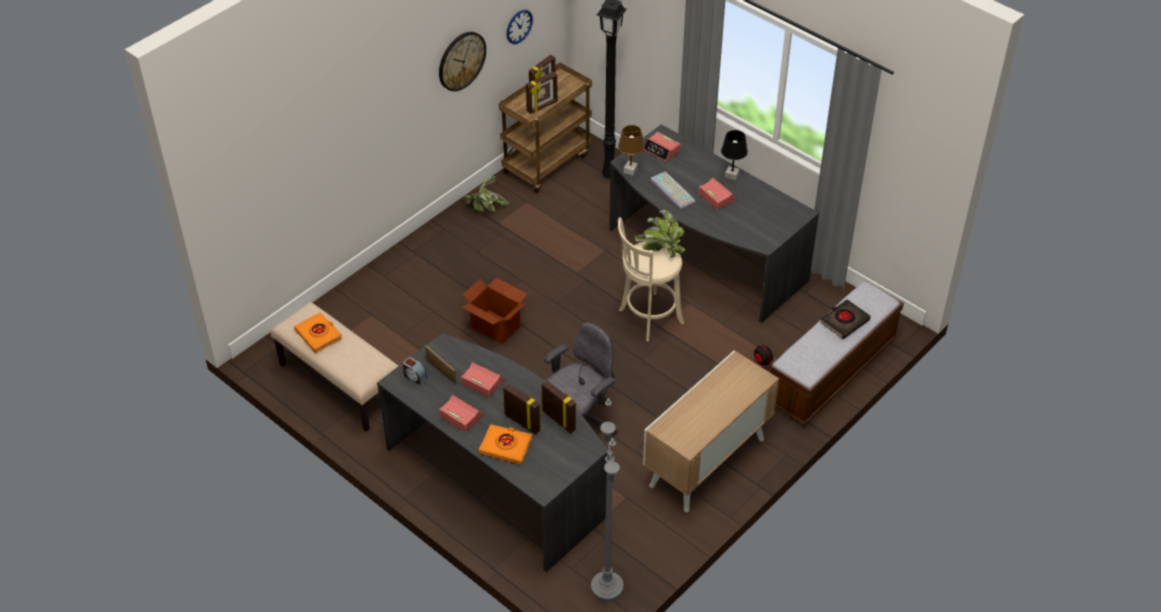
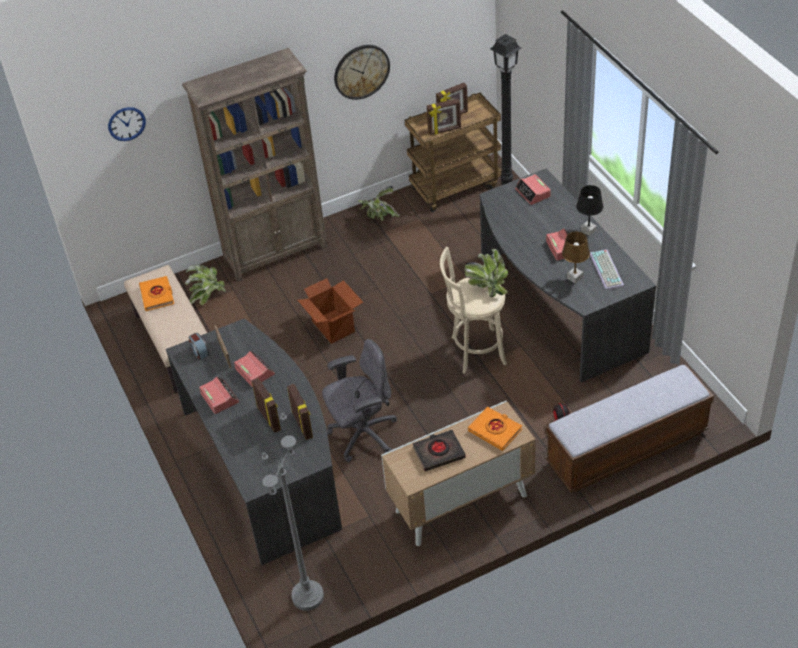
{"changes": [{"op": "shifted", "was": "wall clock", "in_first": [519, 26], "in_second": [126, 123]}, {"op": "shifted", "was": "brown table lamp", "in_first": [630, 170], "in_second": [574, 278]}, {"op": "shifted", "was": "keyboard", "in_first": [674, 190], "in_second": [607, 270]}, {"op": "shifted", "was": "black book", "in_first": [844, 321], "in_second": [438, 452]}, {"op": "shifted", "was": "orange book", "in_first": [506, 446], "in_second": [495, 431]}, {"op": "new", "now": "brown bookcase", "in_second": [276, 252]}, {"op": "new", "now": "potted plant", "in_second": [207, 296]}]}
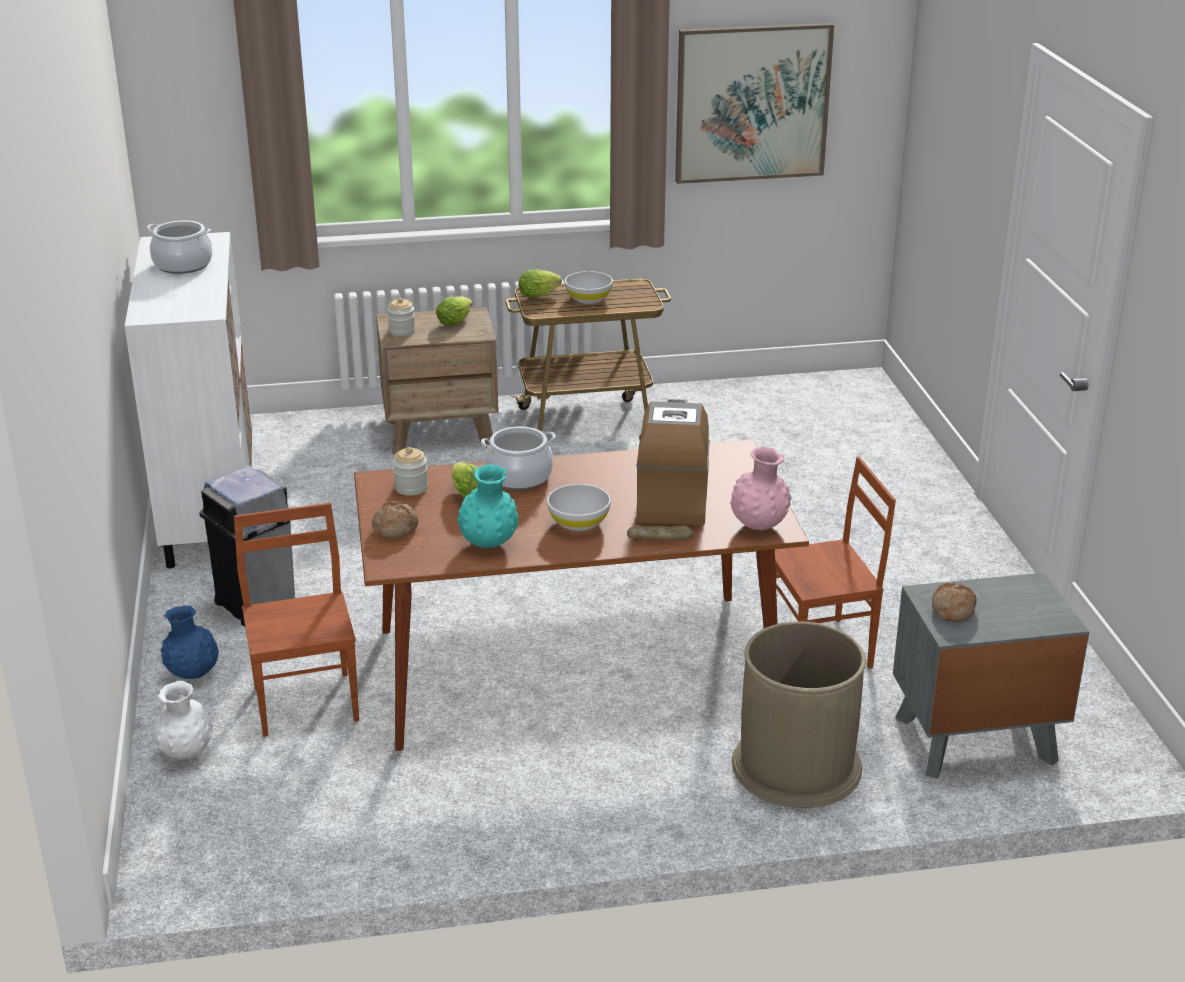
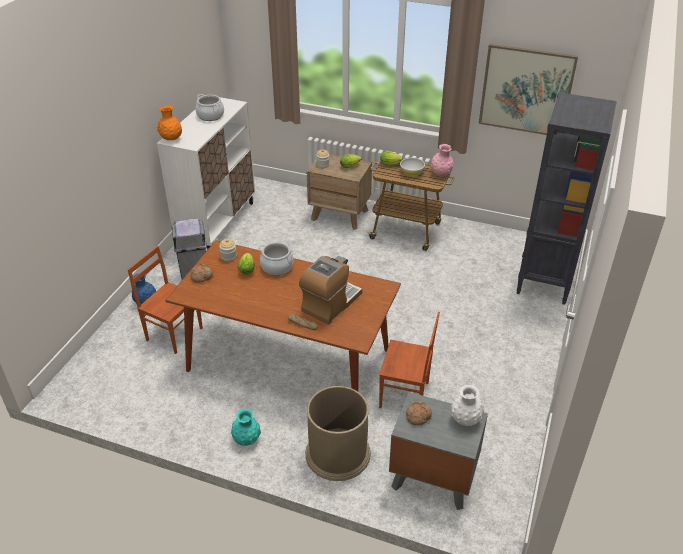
{"changes": [{"op": "shifted", "was": "pink vase", "in_first": [759, 525], "in_second": [441, 174]}, {"op": "shifted", "was": "turquoise vase", "in_first": [489, 543], "in_second": [246, 440]}, {"op": "gone", "was": "white bowl", "in_first": [578, 522]}, {"op": "rotated", "was": "brown chair", "in_first": [307, 702], "in_second": [174, 333], "clockwise": -75}, {"op": "shifted", "was": "white vase", "in_first": [186, 753], "in_second": [465, 420]}, {"op": "new", "now": "black bookcase", "in_second": [544, 281]}, {"op": "new", "now": "orange vase", "in_second": [171, 139]}]}
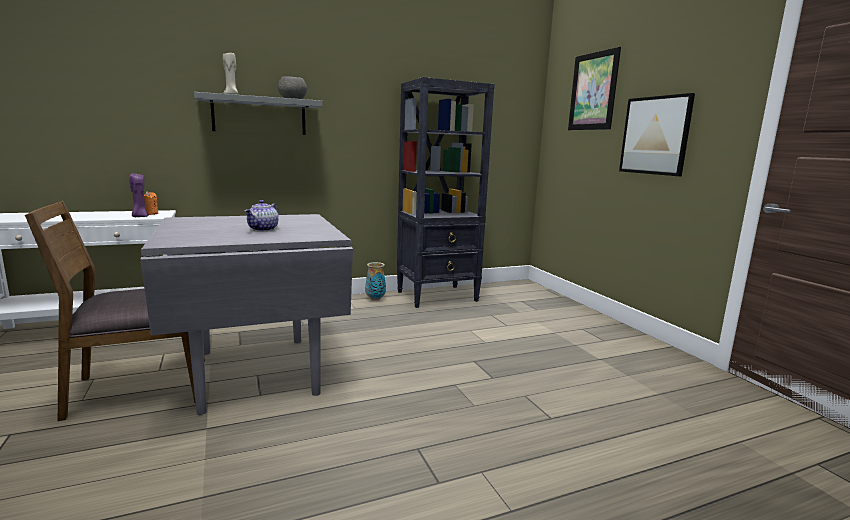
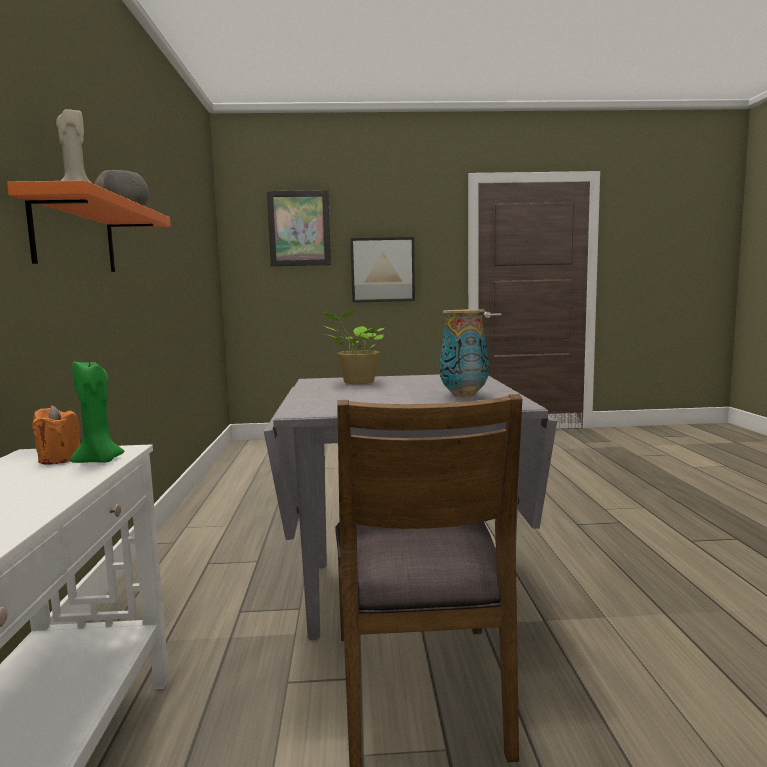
{"changes": [{"op": "gone", "was": "black bookcase", "in_first": [438, 296]}, {"op": "repainted", "was": "grey shelf", "now": "orange shelf", "in_first": [259, 116], "in_second": [75, 236]}, {"op": "repainted", "was": "purple candle", "now": "green candle", "in_first": [140, 217], "in_second": [99, 461]}, {"op": "gone", "was": "teapot", "in_first": [263, 229]}, {"op": "shifted", "was": "vase", "in_first": [375, 299], "in_second": [464, 395]}, {"op": "new", "now": "potted plant", "in_second": [356, 382]}]}
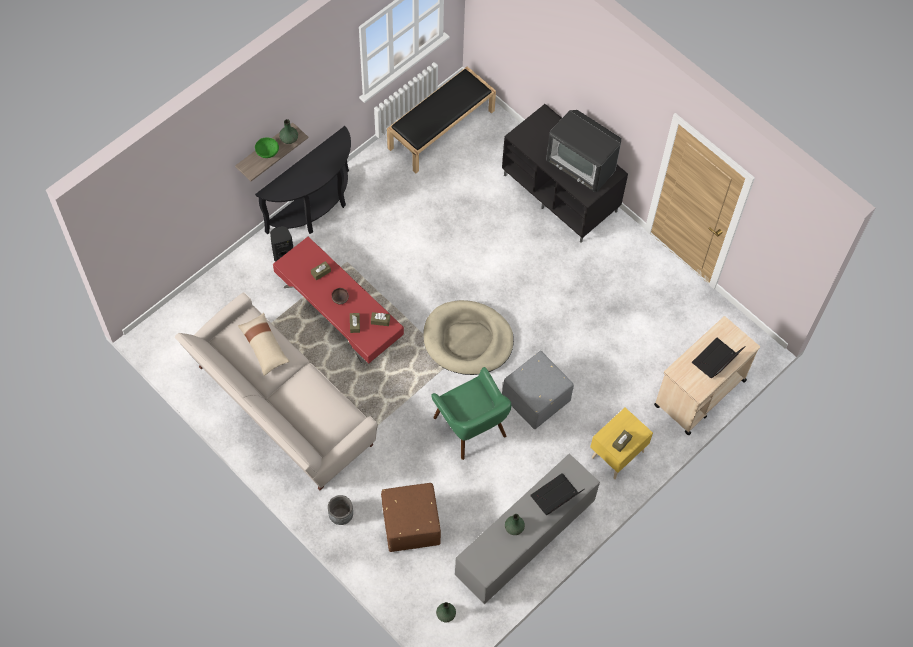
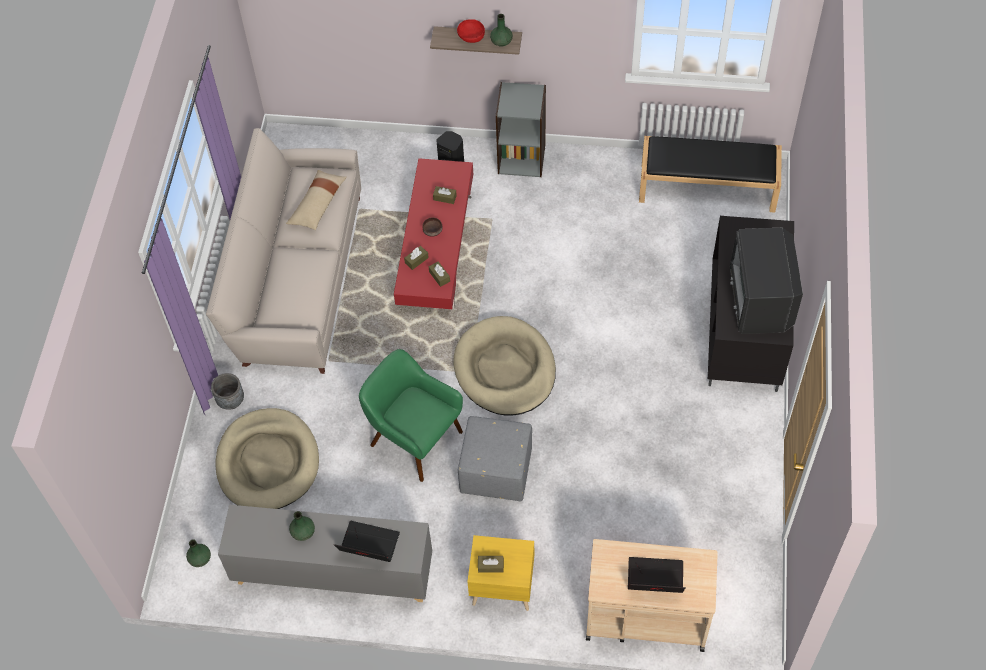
{"changes": [{"op": "swapped", "was": "black console table", "now": "grey bookcase", "in_first": [316, 209], "in_second": [521, 158]}, {"op": "repainted", "was": "green bowl", "now": "red bowl", "in_first": [267, 152], "in_second": [471, 37]}, {"op": "rotated", "was": "green armchair", "in_first": [471, 427], "in_second": [414, 438], "clockwise": 105}, {"op": "swapped", "was": "brown ottoman", "now": "beige dog bed", "in_first": [410, 525], "in_second": [268, 462]}]}
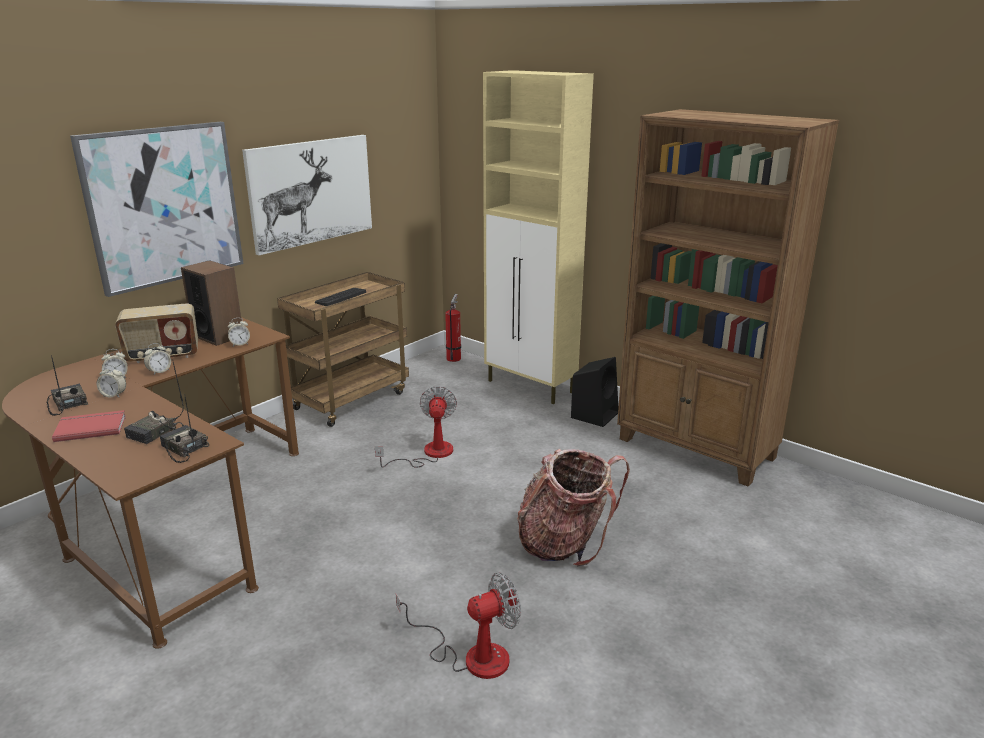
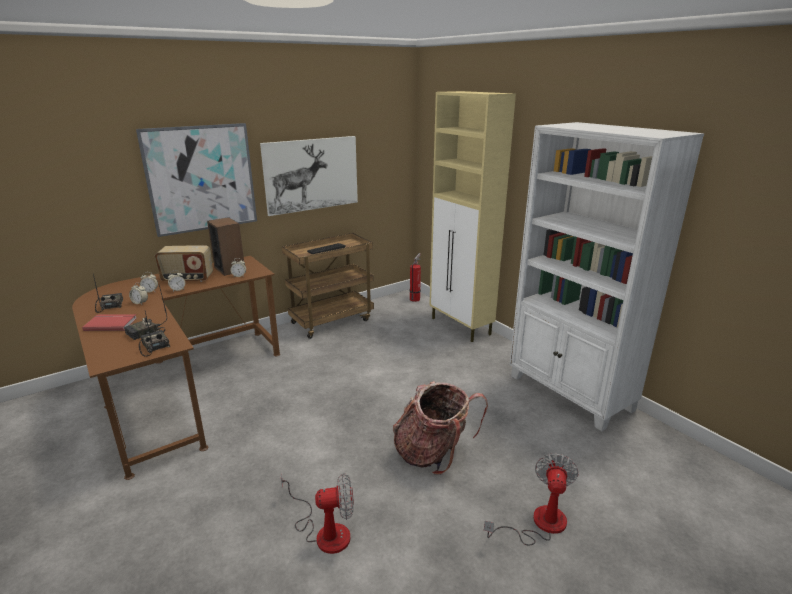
{"changes": [{"op": "repainted", "was": "brown bookcase", "now": "white bookcase", "in_first": [696, 449], "in_second": [570, 393]}, {"op": "gone", "was": "black speaker", "in_first": [595, 414]}, {"op": "shifted", "was": "fan", "in_first": [429, 454], "in_second": [539, 524]}]}
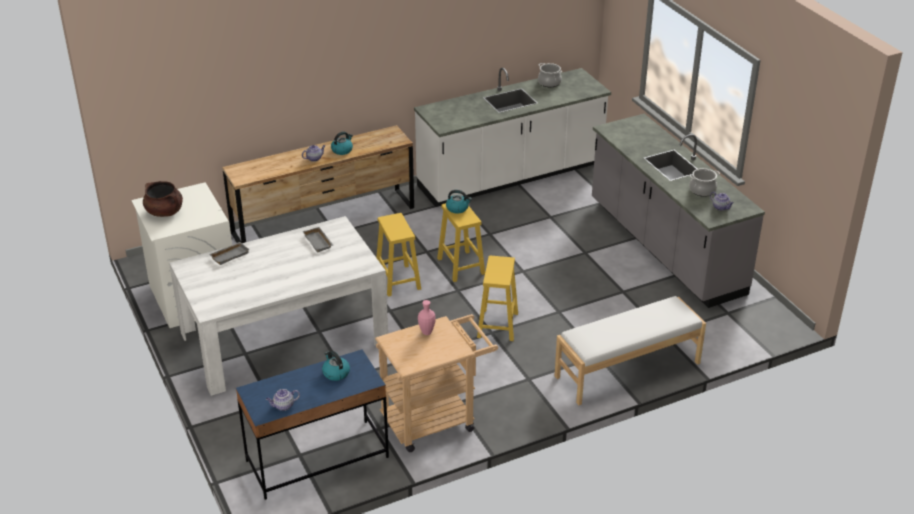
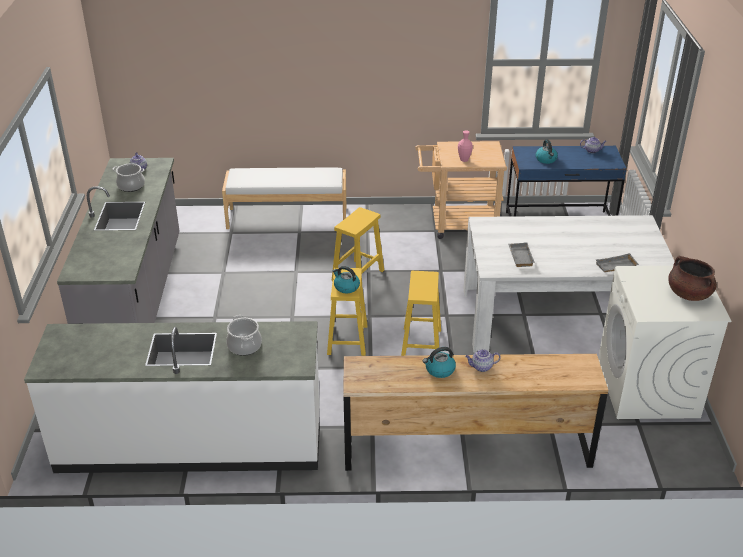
{"changes": [{"op": "shifted", "was": "cooking pot", "in_first": [549, 83], "in_second": [244, 346]}]}
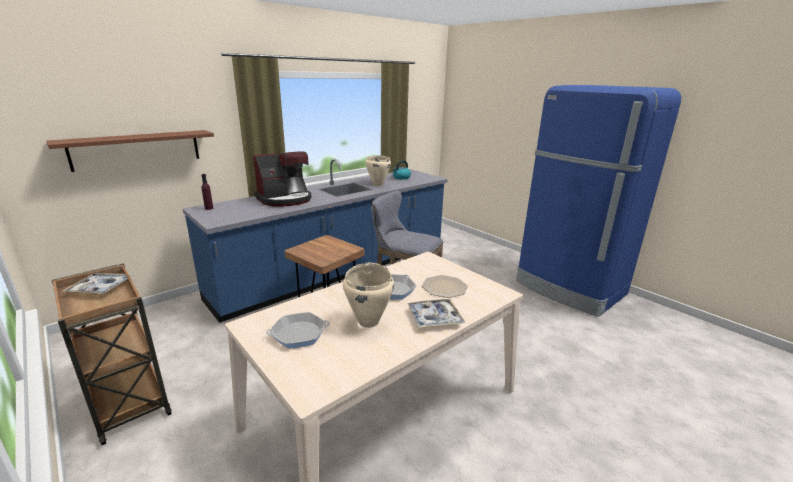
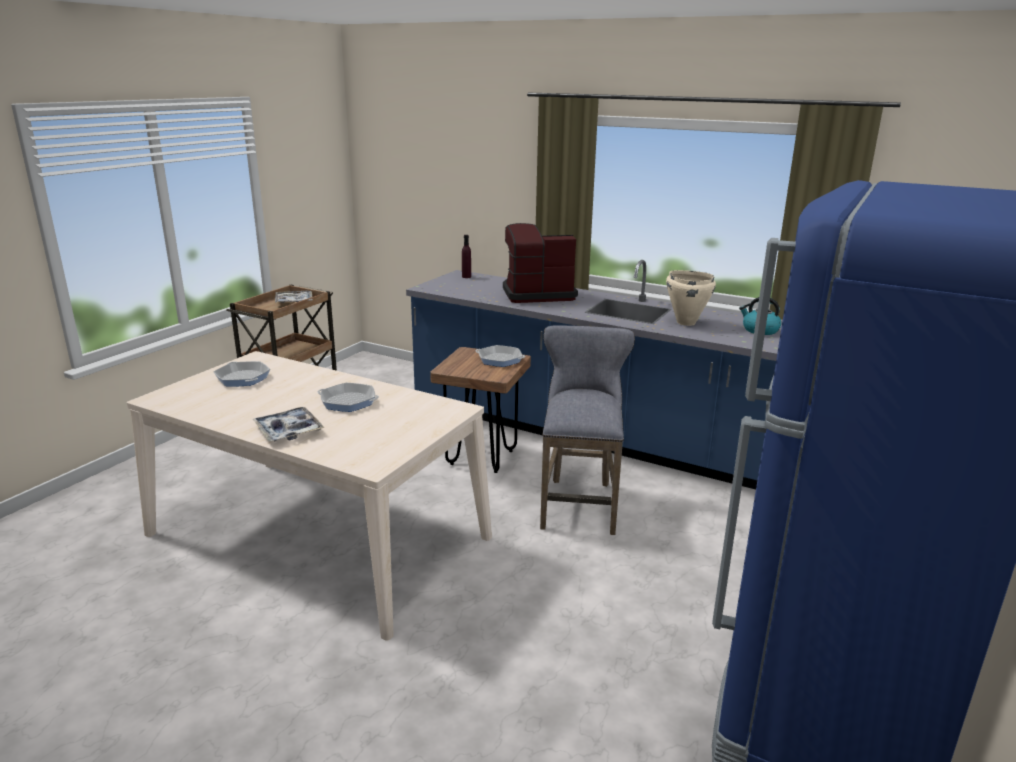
{"changes": [{"op": "gone", "was": "brown shelf", "in_first": [137, 149]}, {"op": "rotated", "was": "coffee machine", "in_first": [285, 199], "in_second": [537, 294], "clockwise": 135}, {"op": "gone", "was": "beige cooking pot", "in_first": [369, 321]}, {"op": "gone", "was": "plate", "in_first": [444, 287]}, {"op": "new", "now": "frying pan", "in_second": [500, 359]}]}
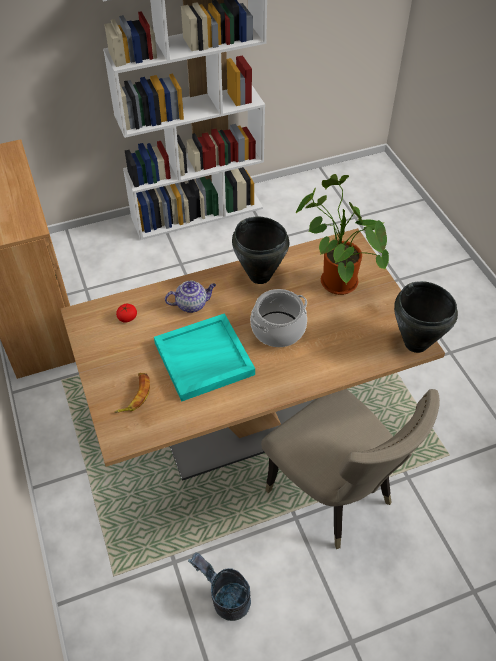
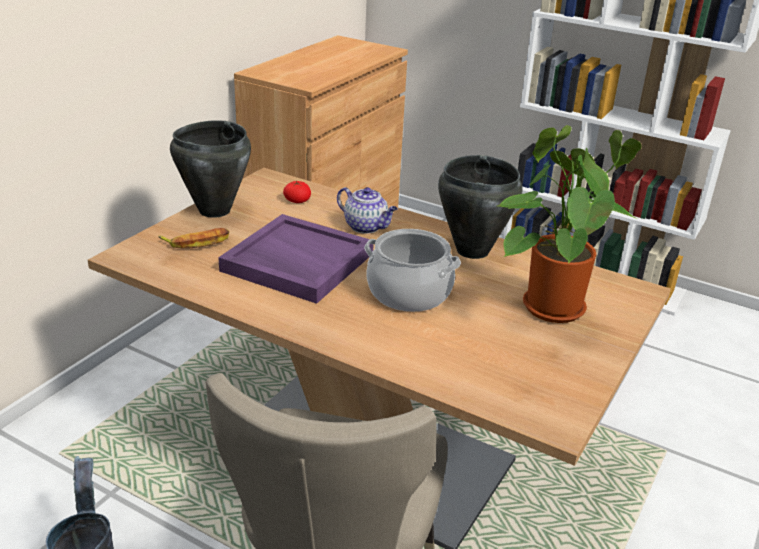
{"changes": [{"op": "shifted", "was": "black cooking pot", "in_first": [415, 344], "in_second": [214, 211]}, {"op": "repainted", "was": "turquoise tray", "now": "purple tray", "in_first": [203, 359], "in_second": [296, 262]}]}
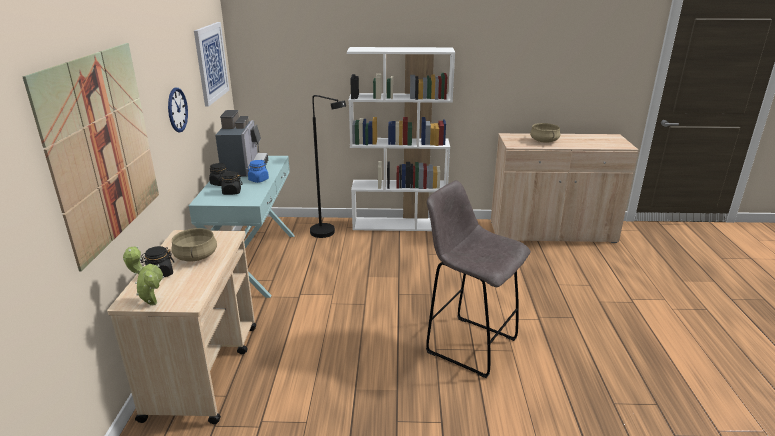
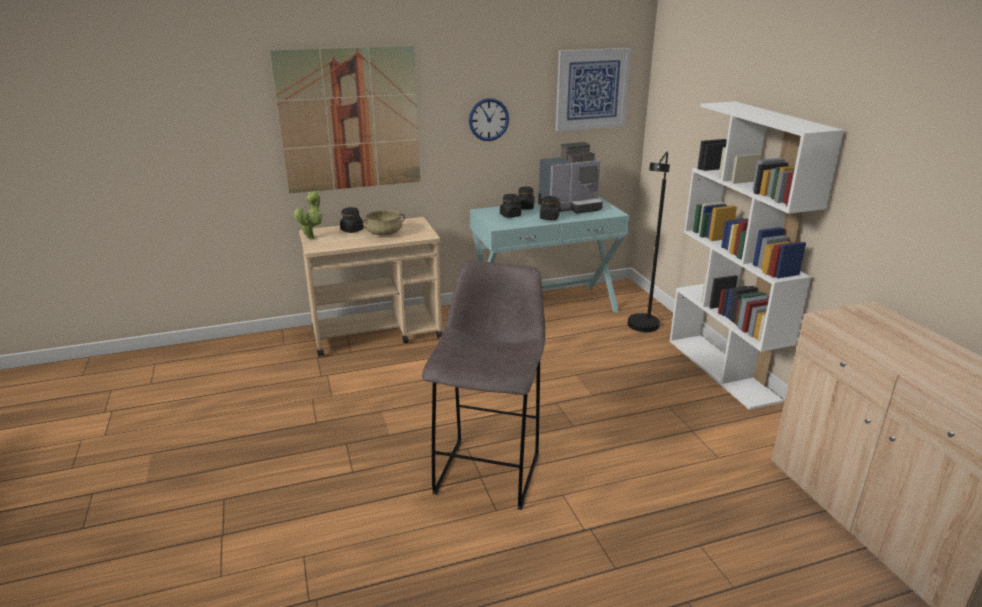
{"changes": [{"op": "gone", "was": "beige cooking pot", "in_first": [543, 141]}, {"op": "repainted", "was": "blue jar", "now": "black jar", "in_first": [258, 180], "in_second": [549, 218]}]}
